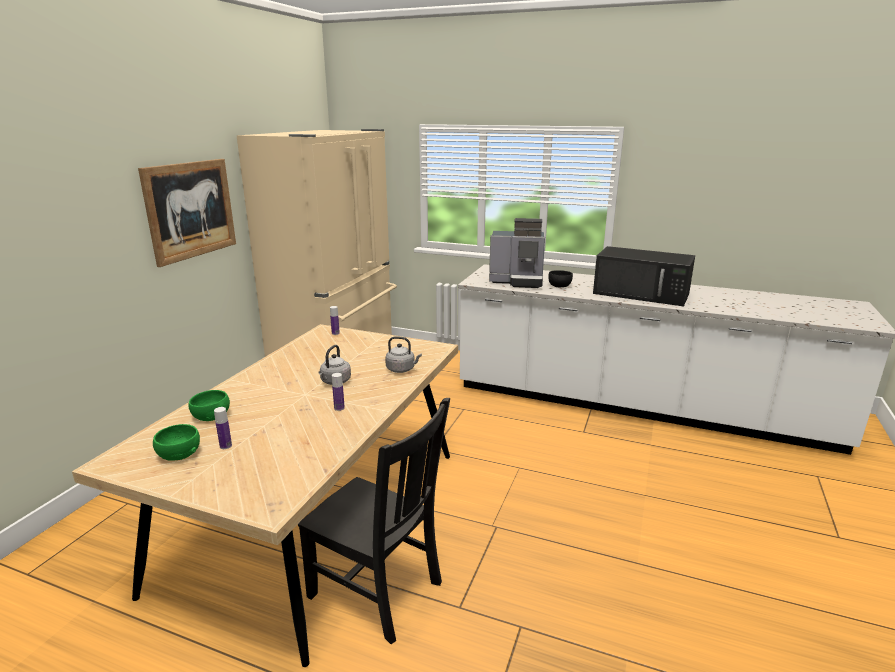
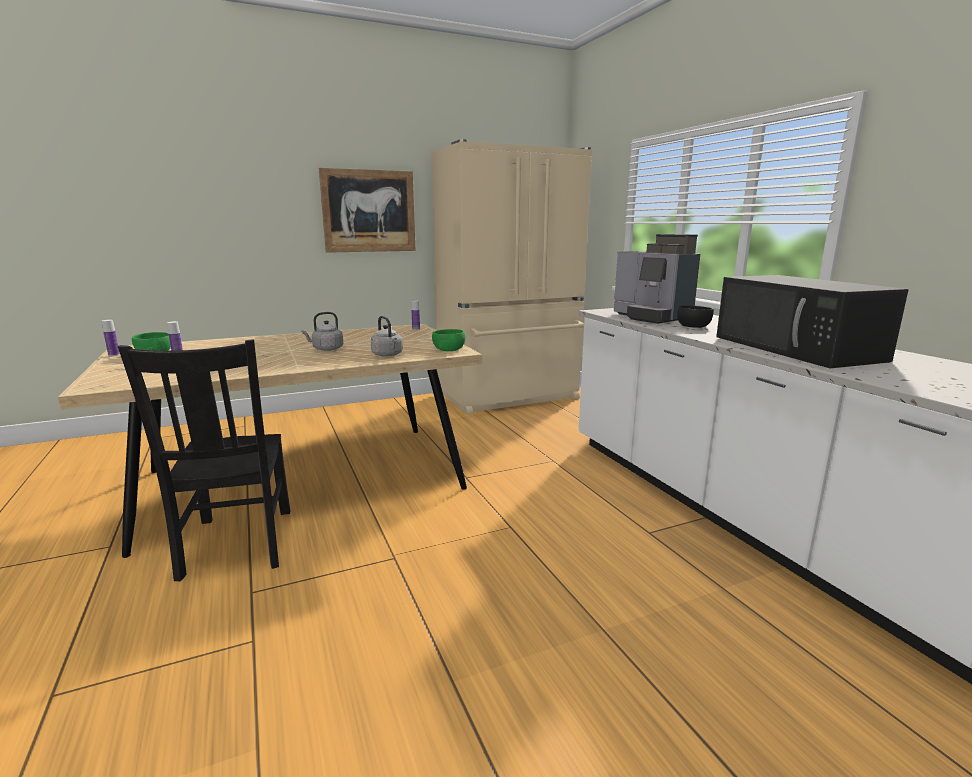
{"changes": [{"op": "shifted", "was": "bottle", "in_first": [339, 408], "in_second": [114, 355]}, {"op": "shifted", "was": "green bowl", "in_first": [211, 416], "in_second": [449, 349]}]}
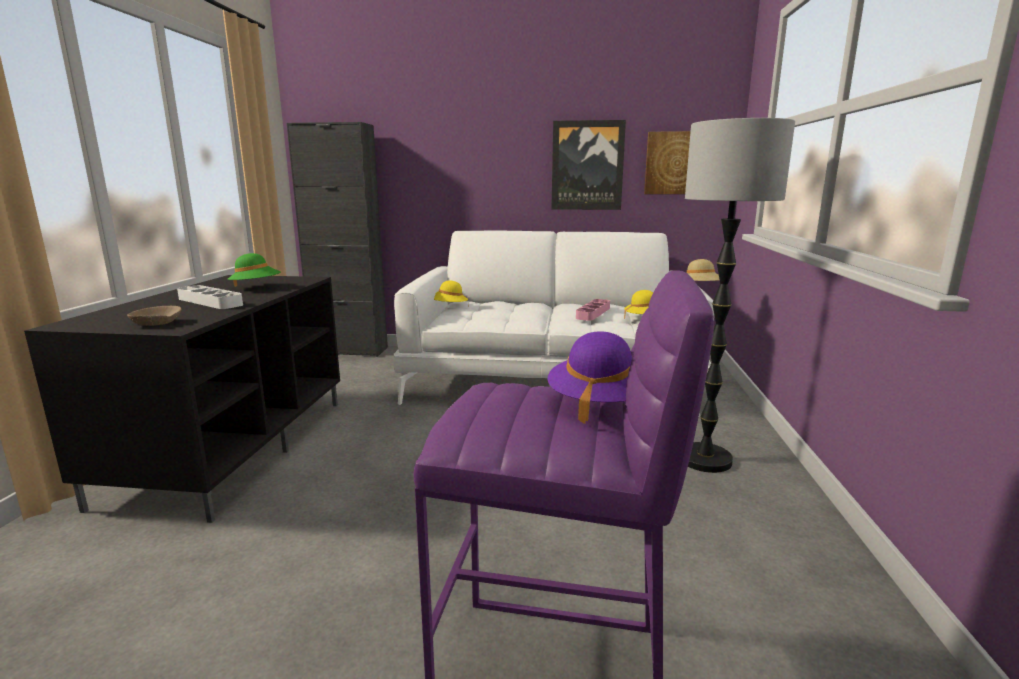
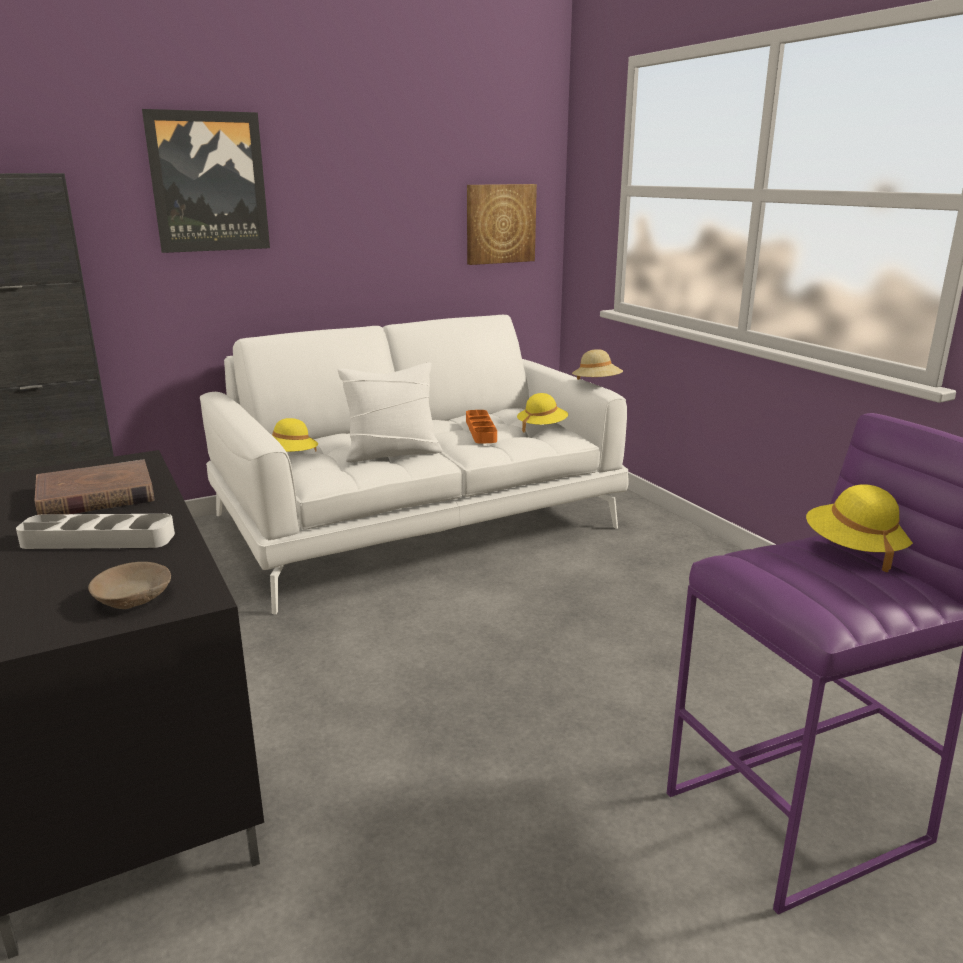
{"changes": [{"op": "gone", "was": "floor lamp", "in_first": [705, 459]}, {"op": "shifted", "was": "picture", "in_first": [587, 166], "in_second": [208, 182]}, {"op": "swapped", "was": "green hat", "now": "brown book", "in_first": [256, 287], "in_second": [96, 495]}, {"op": "repainted", "was": "pink tray", "now": "orange tray", "in_first": [593, 313], "in_second": [481, 430]}, {"op": "repainted", "was": "purple hat", "now": "yellow hat", "in_first": [598, 403], "in_second": [854, 549]}, {"op": "new", "now": "white pillow", "in_second": [392, 453]}]}
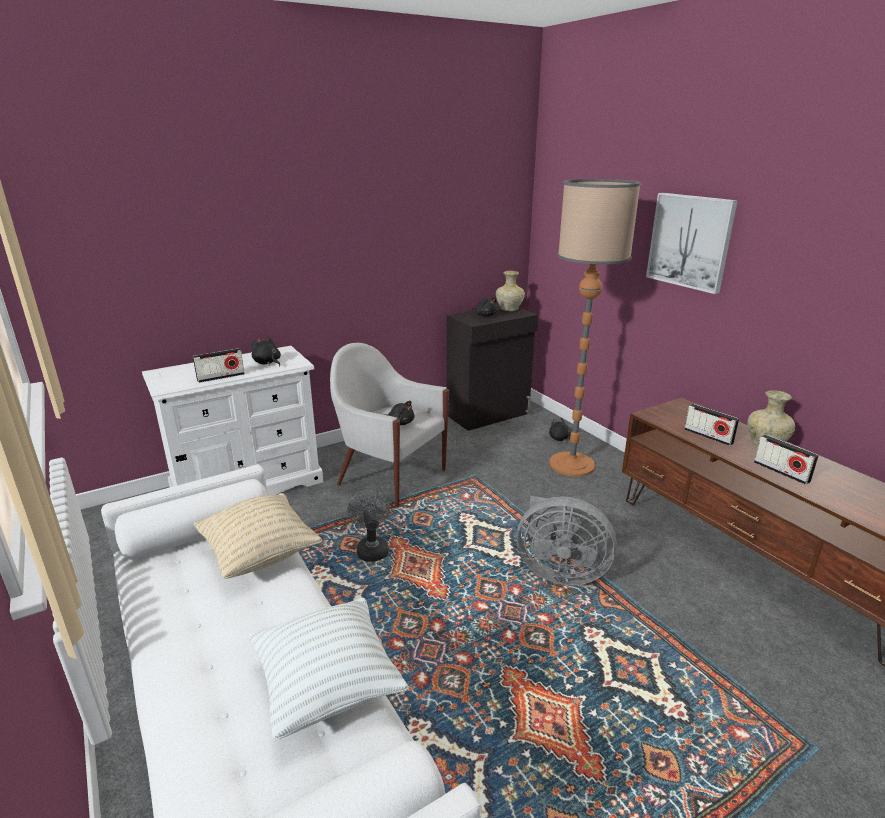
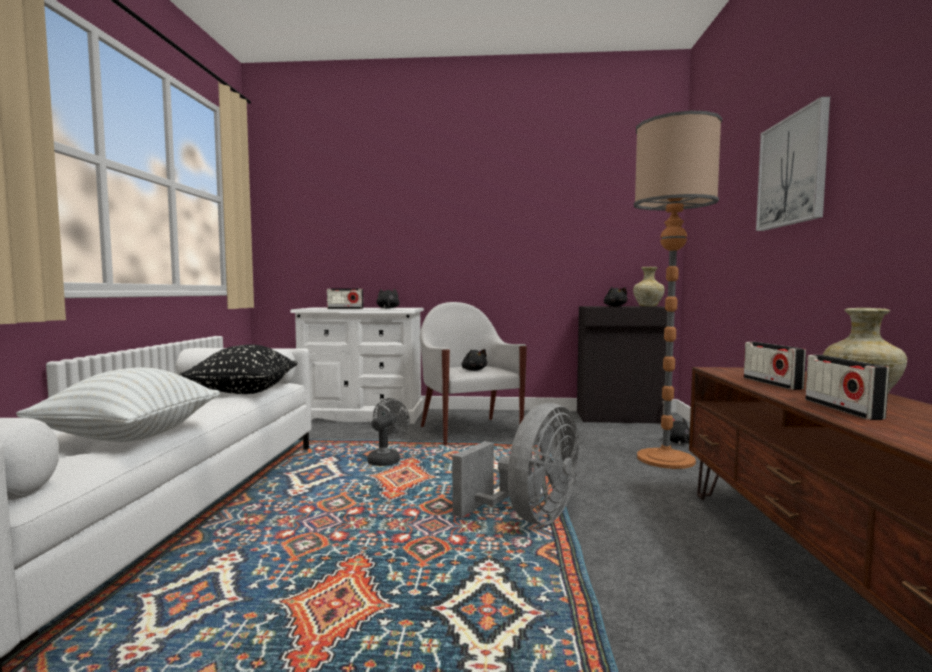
{"changes": [{"op": "repainted", "was": "beige pillow", "now": "black pillow", "in_first": [260, 554], "in_second": [244, 392]}, {"op": "rotated", "was": "grey fan", "in_first": [559, 571], "in_second": [529, 517], "clockwise": -105}]}
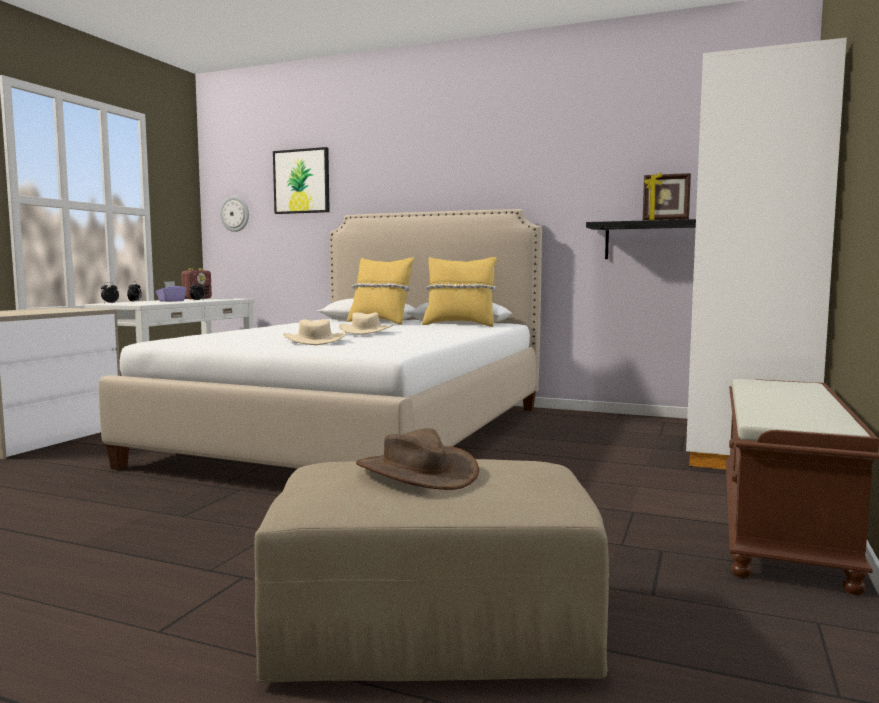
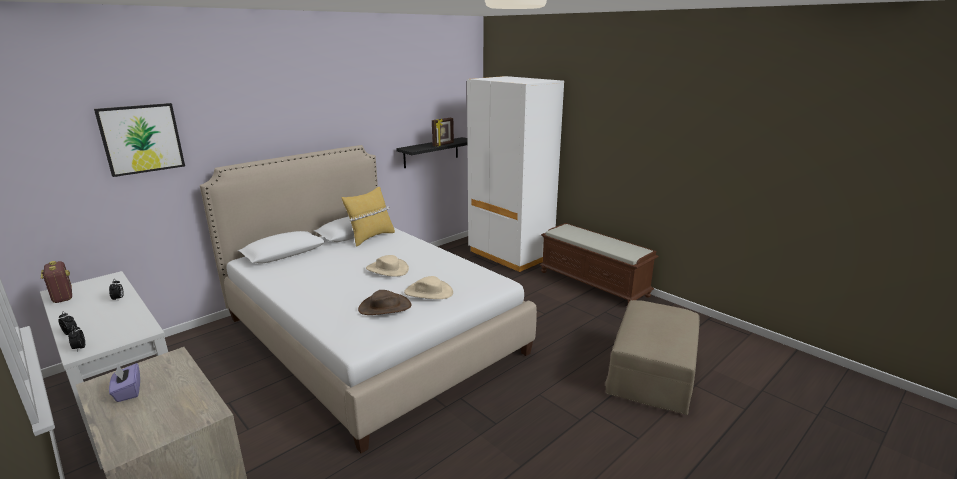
{"changes": [{"op": "gone", "was": "wall clock", "in_first": [235, 214]}, {"op": "gone", "was": "yellow pillow", "in_first": [380, 322]}, {"op": "shifted", "was": "purple tissue box", "in_first": [171, 301], "in_second": [128, 391]}, {"op": "shifted", "was": "brown hat", "in_first": [416, 472], "in_second": [385, 307]}]}
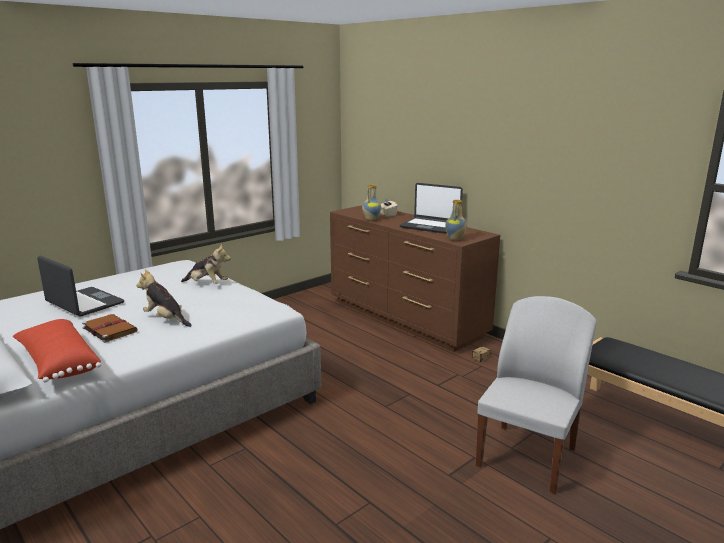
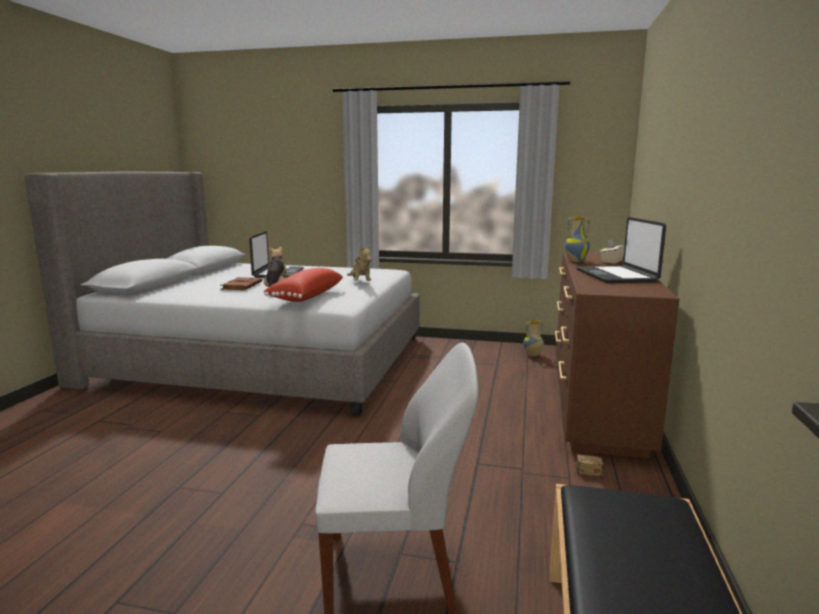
{"changes": [{"op": "shifted", "was": "vase", "in_first": [455, 239], "in_second": [532, 355]}, {"op": "shifted", "was": "red pillow", "in_first": [58, 363], "in_second": [305, 296]}]}
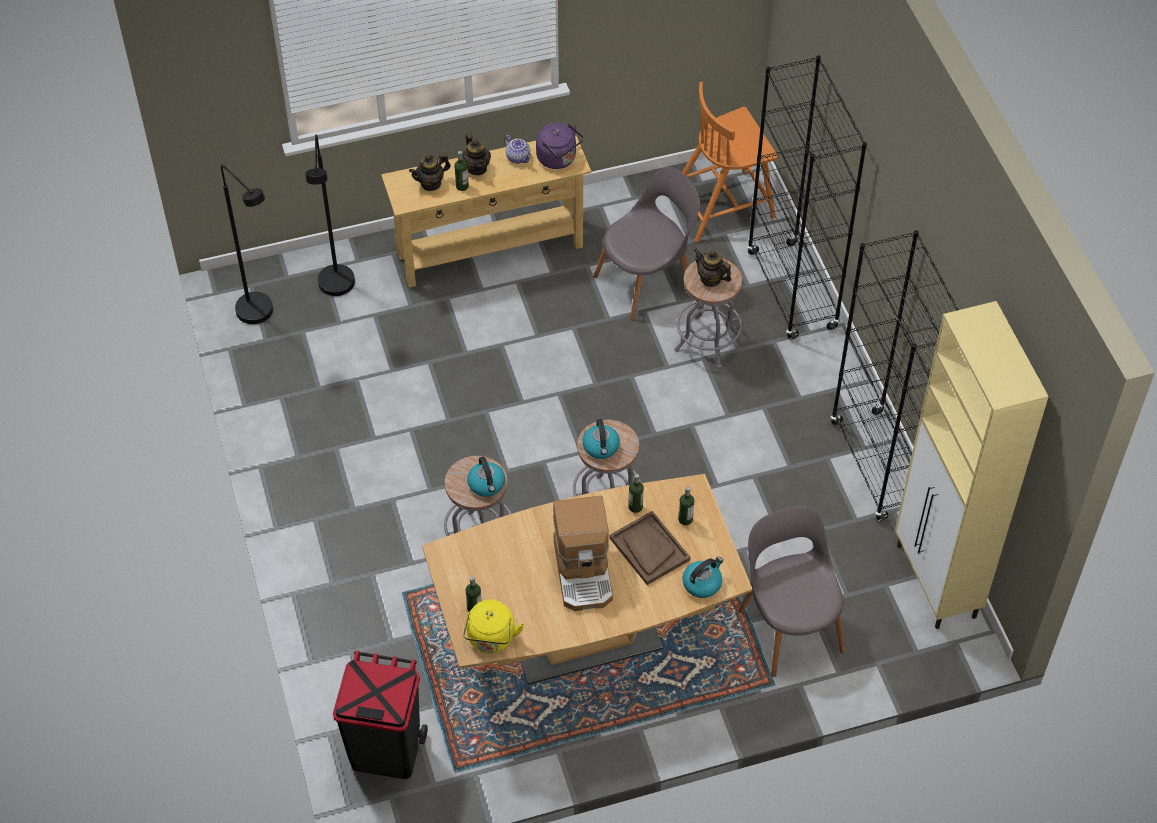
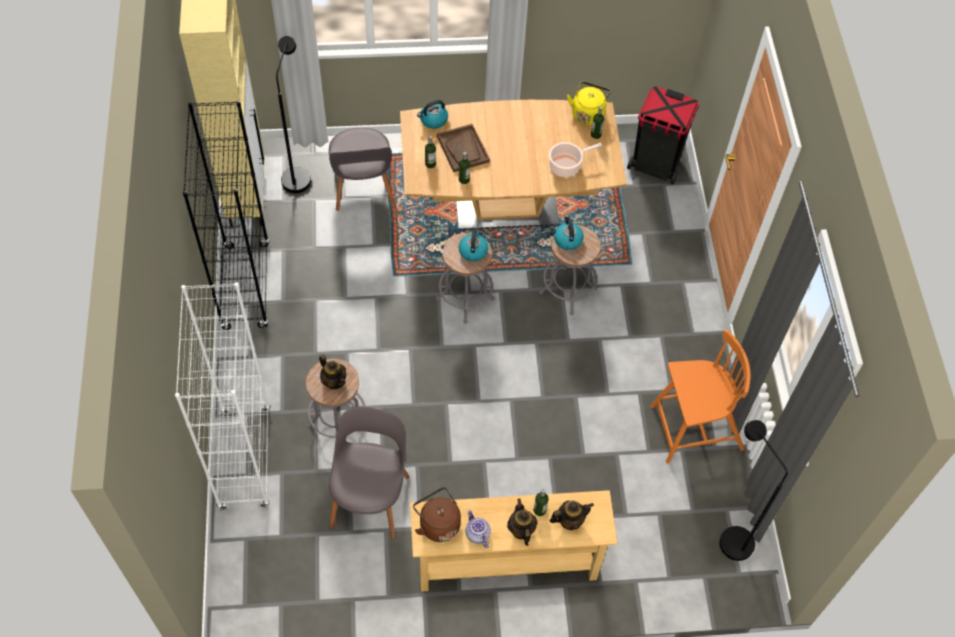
{"changes": [{"op": "repainted", "was": "black bookcase", "now": "white bookcase", "in_first": [792, 291], "in_second": [245, 458]}, {"op": "shifted", "was": "orange chair", "in_first": [723, 205], "in_second": [694, 428]}, {"op": "repainted", "was": "purple kettle", "now": "brown kettle", "in_first": [558, 159], "in_second": [438, 523]}, {"op": "shifted", "was": "black floor lamp", "in_first": [336, 290], "in_second": [298, 175]}, {"op": "rotated", "was": "grey chair", "in_first": [647, 281], "in_second": [370, 497], "clockwise": 120}, {"op": "gone", "was": "coffee machine", "in_first": [584, 572]}, {"op": "new", "now": "cooking pot", "in_second": [566, 166]}]}
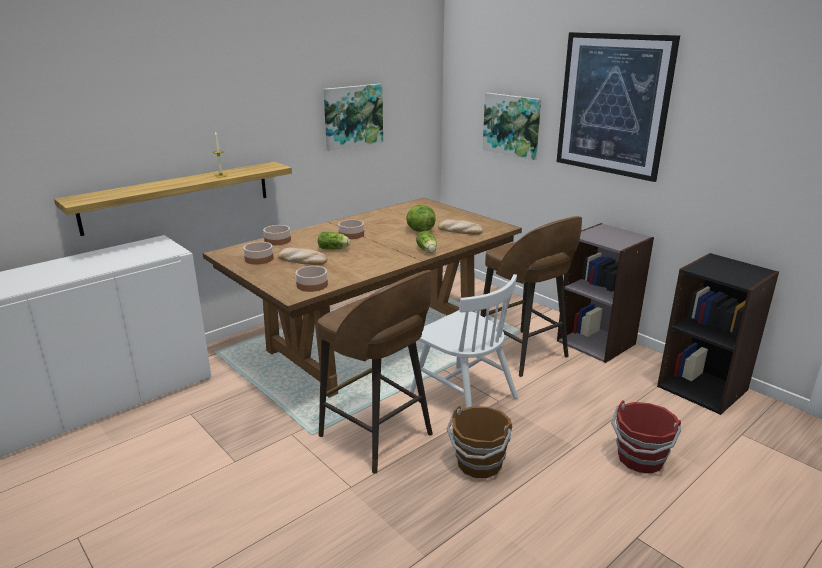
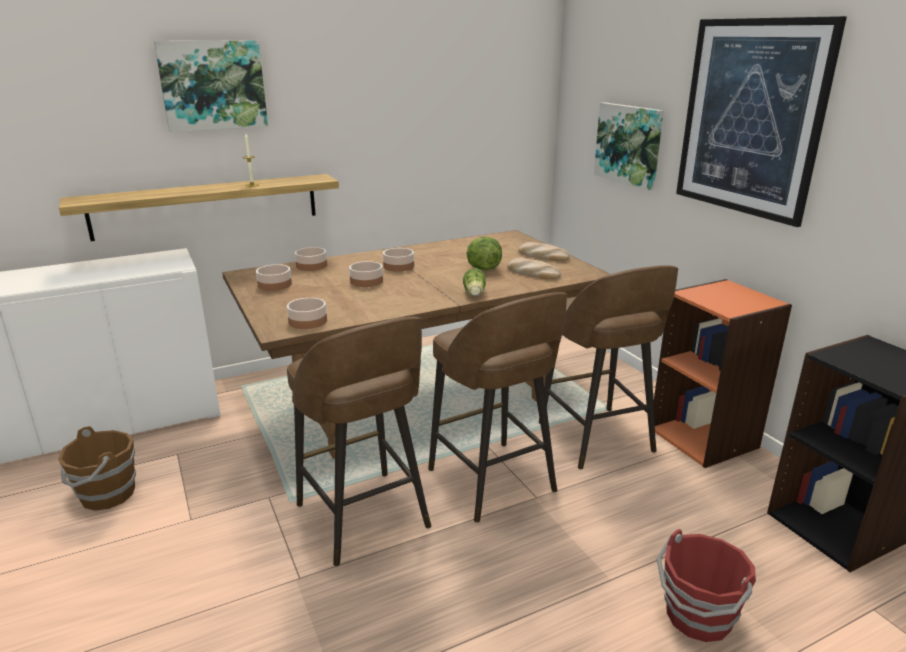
{"changes": [{"op": "shifted", "was": "picture", "in_first": [353, 116], "in_second": [213, 85]}, {"op": "repainted", "was": "grey bookcase", "now": "orange bookcase", "in_first": [596, 342], "in_second": [704, 438]}, {"op": "swapped", "was": "lettuce", "now": "bowl", "in_first": [334, 249], "in_second": [366, 281]}, {"op": "shifted", "was": "bread", "in_first": [302, 260], "in_second": [542, 256]}, {"op": "swapped", "was": "white chair", "now": "brown stool", "in_first": [462, 395], "in_second": [493, 482]}, {"op": "shifted", "was": "brown bucket", "in_first": [479, 464], "in_second": [106, 495]}]}
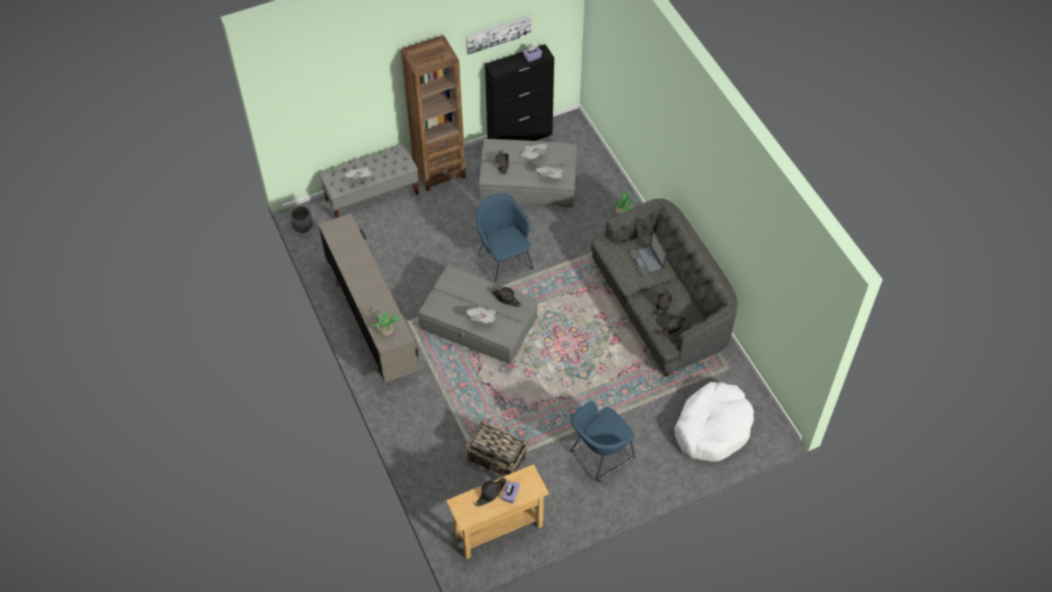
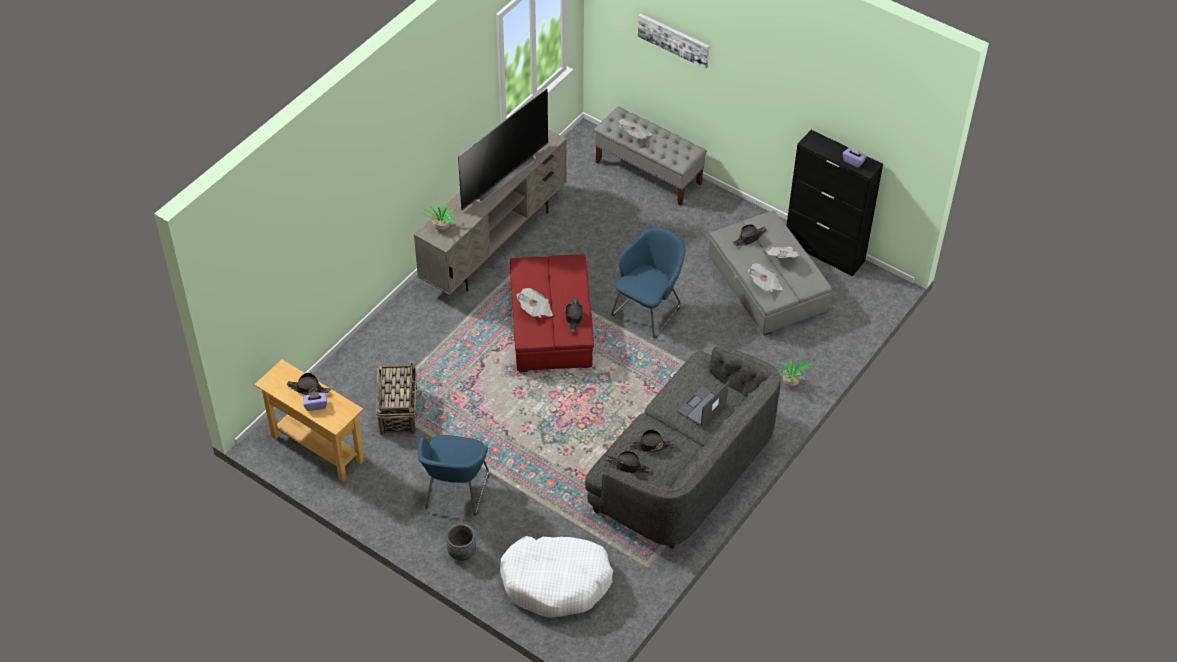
{"changes": [{"op": "shifted", "was": "picture", "in_first": [498, 34], "in_second": [674, 40]}, {"op": "gone", "was": "brown bookcase", "in_first": [439, 171]}, {"op": "shifted", "was": "grey planter", "in_first": [303, 227], "in_second": [461, 552]}, {"op": "repainted", "was": "grey ottoman", "now": "red ottoman", "in_first": [478, 325], "in_second": [550, 326]}, {"op": "rotated", "was": "blue armchair", "in_first": [599, 456], "in_second": [455, 494], "clockwise": -105}, {"op": "new", "now": "television", "in_second": [501, 175]}]}
